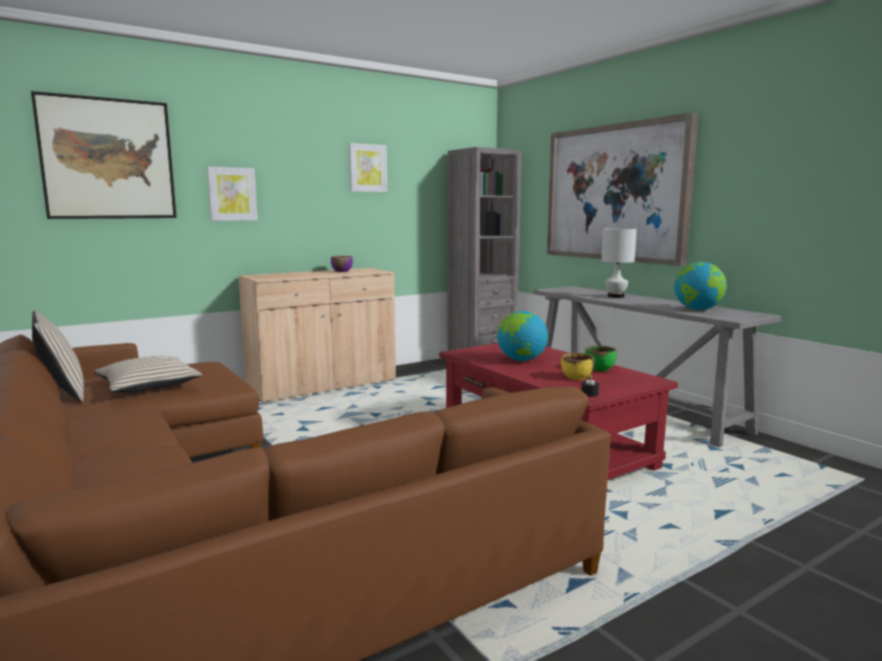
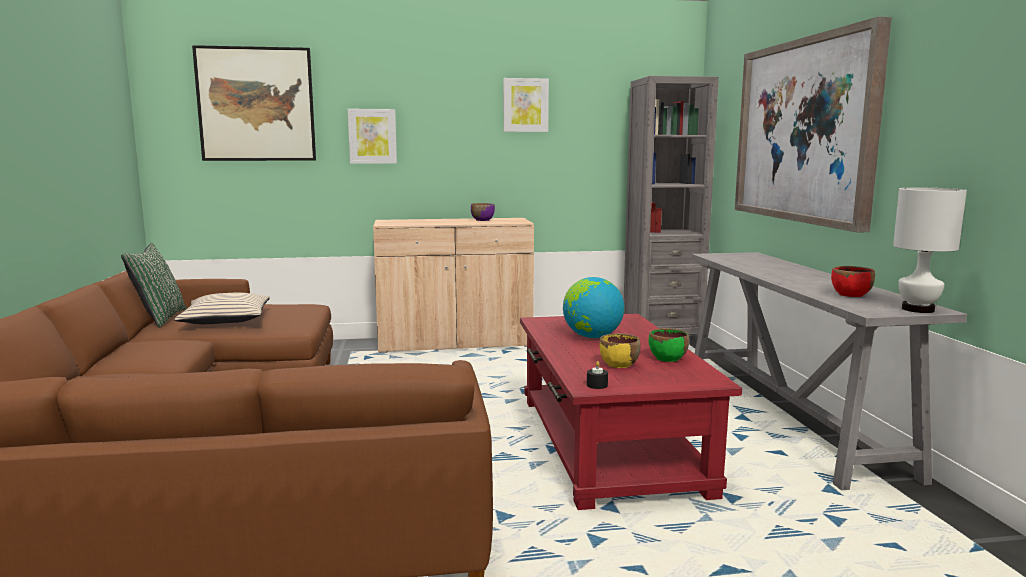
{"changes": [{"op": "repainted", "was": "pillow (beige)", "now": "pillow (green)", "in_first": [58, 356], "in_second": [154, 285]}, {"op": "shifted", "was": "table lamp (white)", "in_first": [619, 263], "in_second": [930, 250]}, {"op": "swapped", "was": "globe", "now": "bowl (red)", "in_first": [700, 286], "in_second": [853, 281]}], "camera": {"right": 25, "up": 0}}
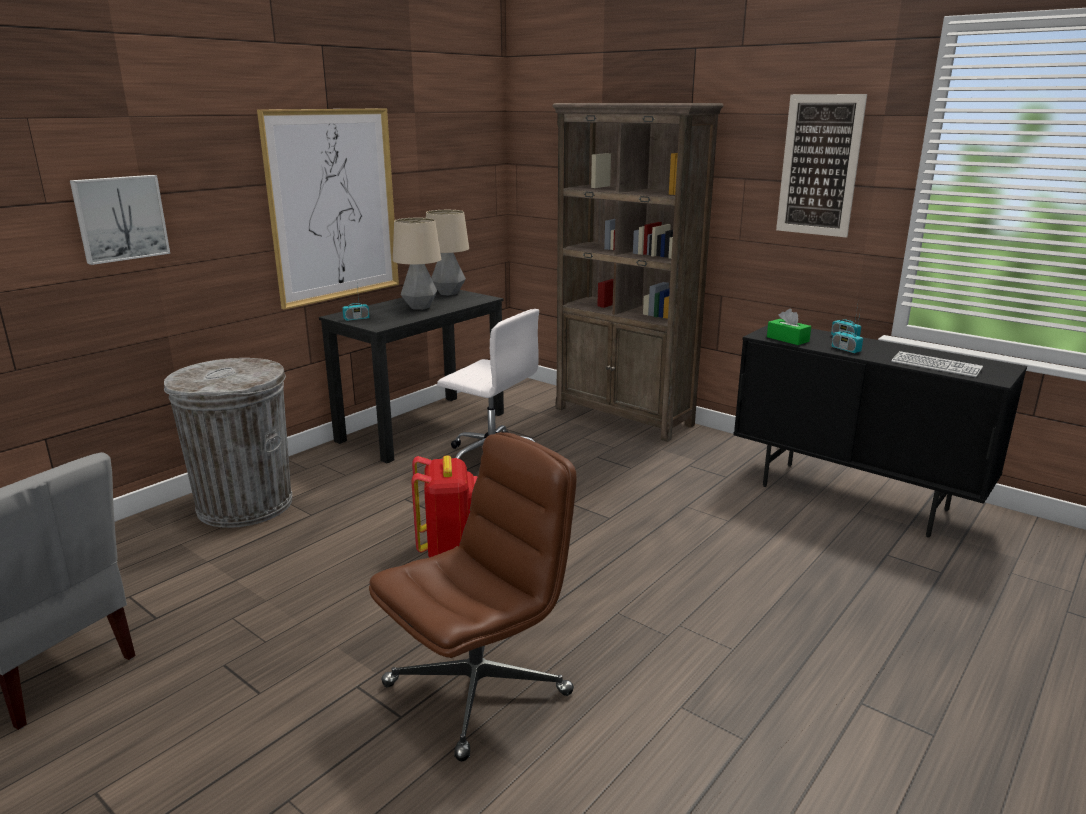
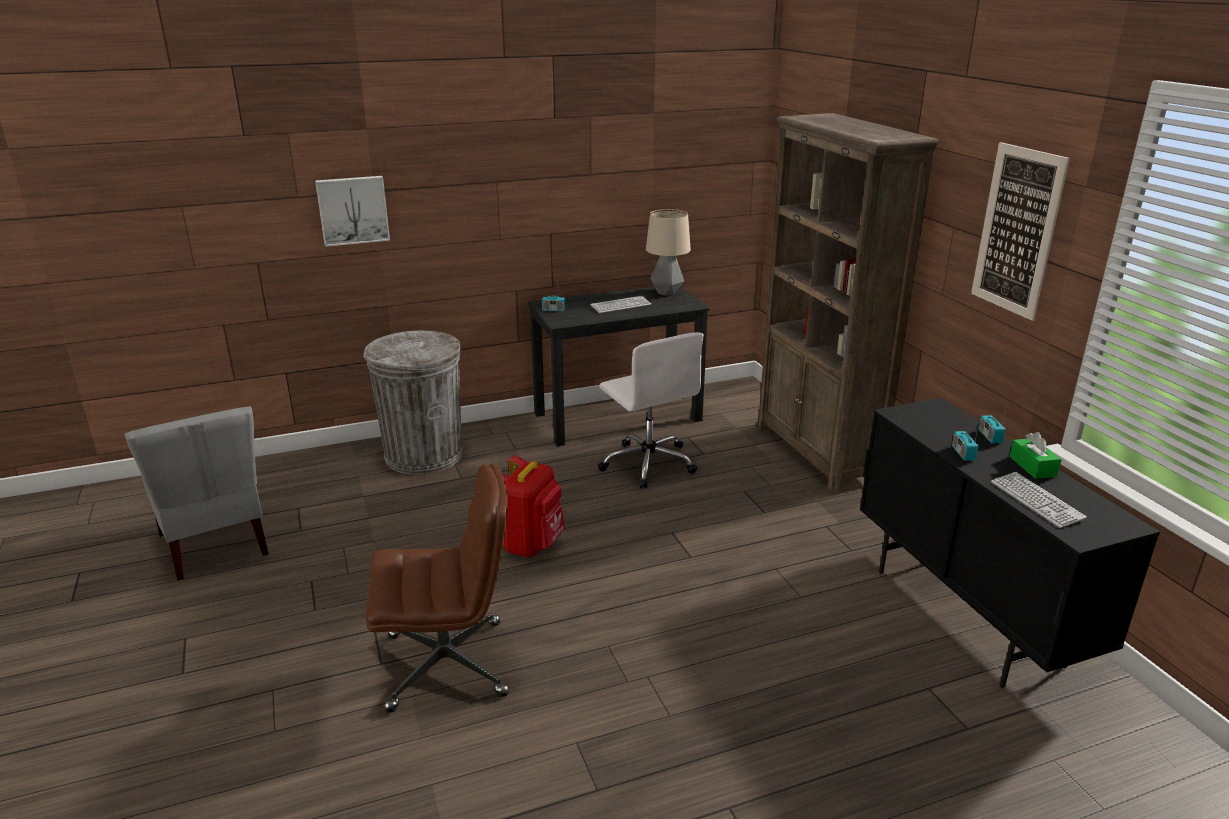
{"changes": [{"op": "gone", "was": "picture", "in_first": [328, 209]}, {"op": "swapped", "was": "table lamp", "now": "keyboard", "in_first": [417, 264], "in_second": [621, 304]}, {"op": "shifted", "was": "tissue box (green)", "in_first": [789, 327], "in_second": [1036, 455]}], "camera": {"right": 30, "up": 5}}
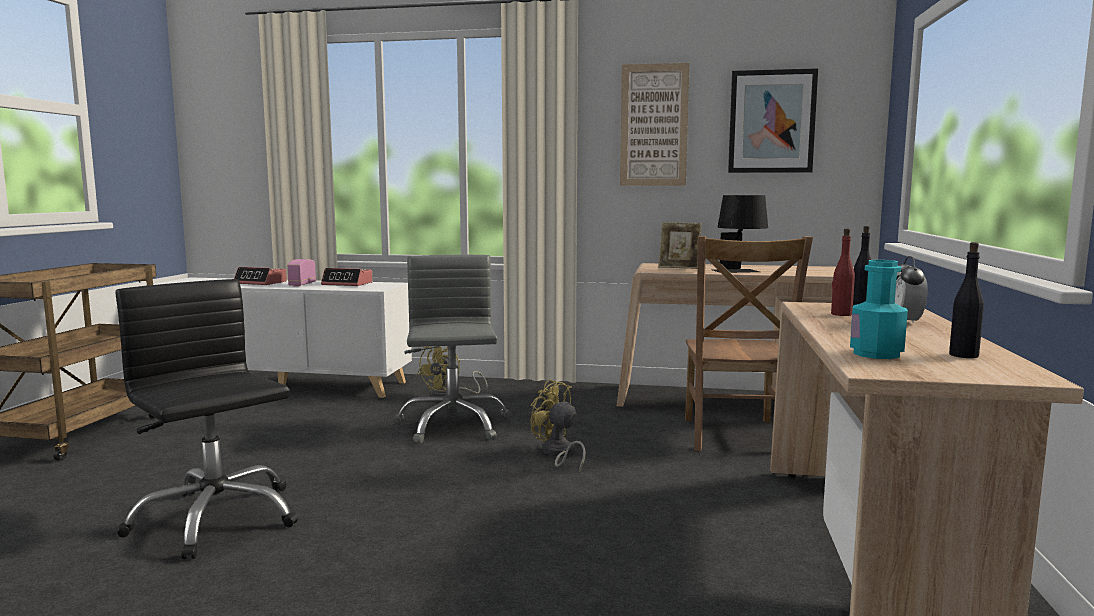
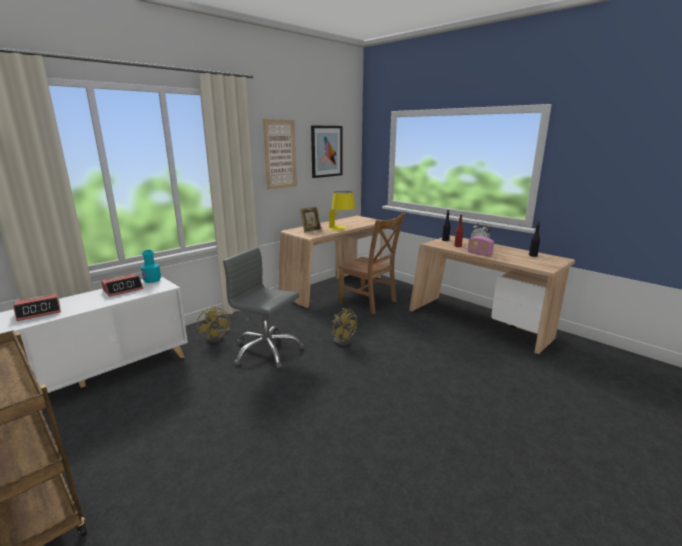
{"changes": [{"op": "gone", "was": "office chair (black)", "in_first": [206, 419]}, {"op": "shifted", "was": "radio", "in_first": [301, 273], "in_second": [481, 246]}, {"op": "rotated", "was": "fan (yellow)", "in_first": [557, 425], "in_second": [344, 327], "clockwise": -120}, {"op": "repainted", "was": "table lamp (black)", "now": "table lamp (yellow)", "in_first": [740, 234], "in_second": [341, 211]}, {"op": "shifted", "was": "bottle (turquoise)", "in_first": [879, 309], "in_second": [151, 266]}], "camera": {"right": -55, "up": 10}}
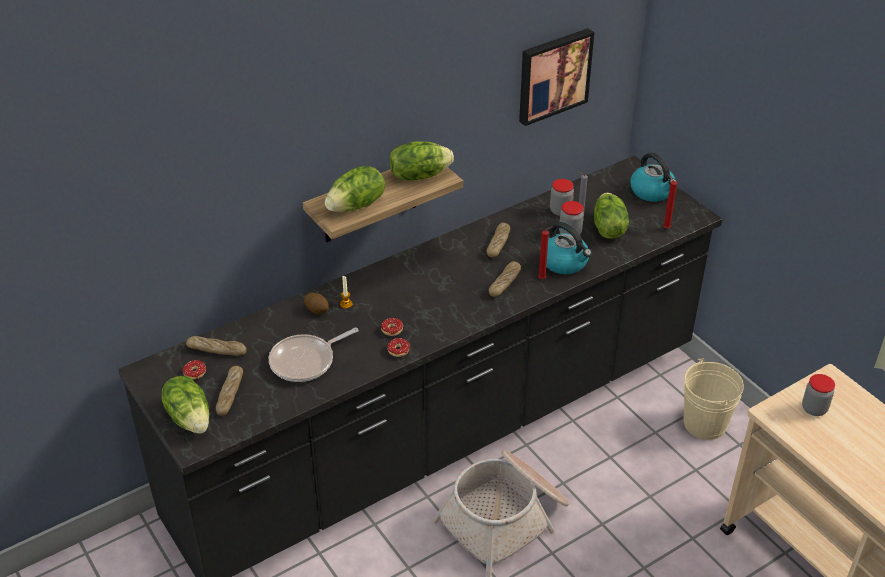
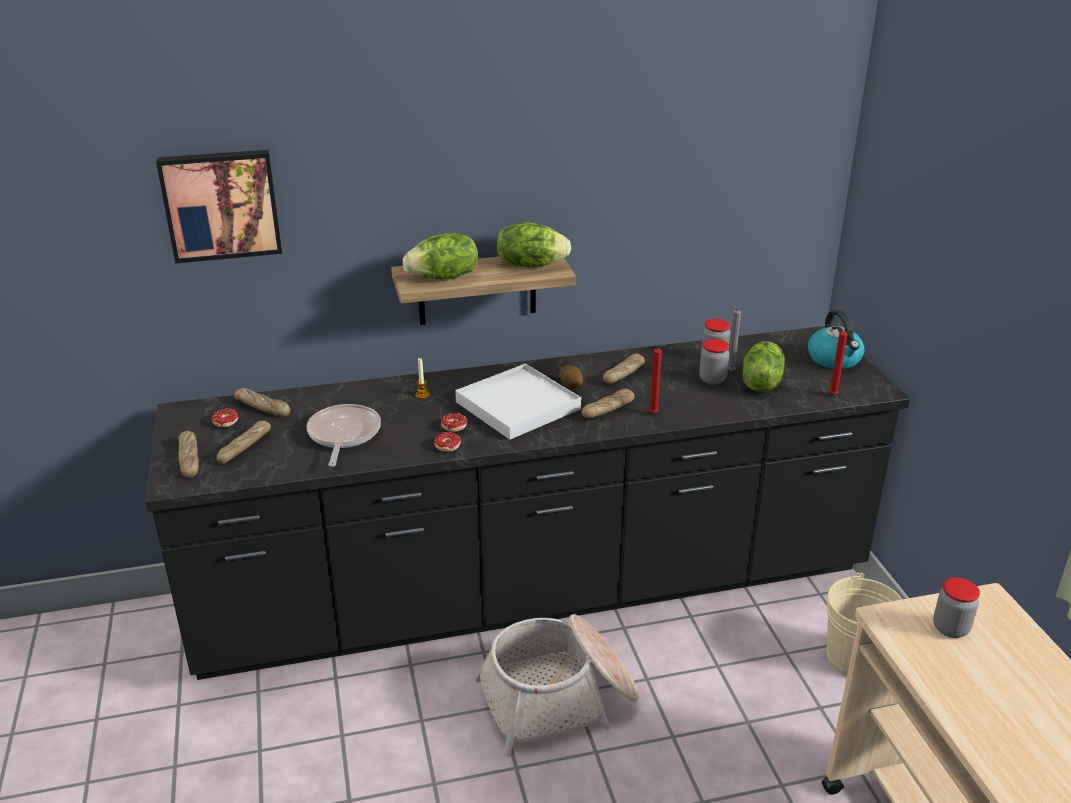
{"changes": [{"op": "swapped", "was": "lettuce", "now": "bread", "in_first": [185, 405], "in_second": [188, 454]}, {"op": "rotated", "was": "frying pan", "in_first": [313, 355], "in_second": [343, 435], "clockwise": 105}, {"op": "shifted", "was": "potato", "in_first": [316, 303], "in_second": [571, 376]}, {"op": "shifted", "was": "picture", "in_first": [556, 77], "in_second": [219, 207]}, {"op": "gone", "was": "kettle", "in_first": [569, 248]}, {"op": "new", "now": "tray (white)", "in_second": [518, 401]}], "camera": {"right": 20, "up": -10}}
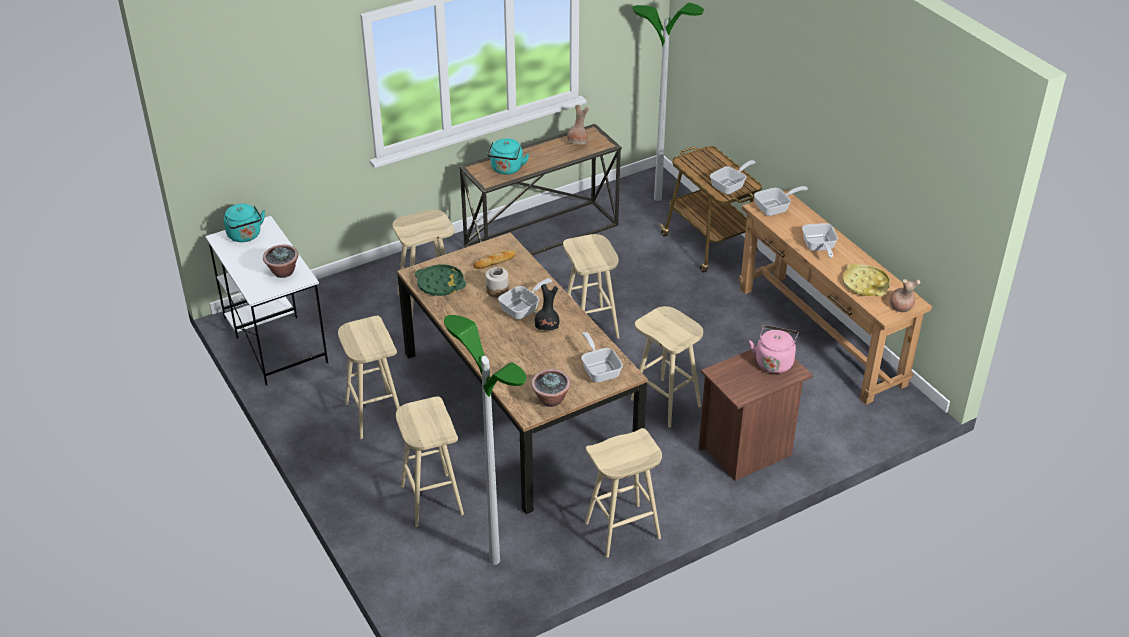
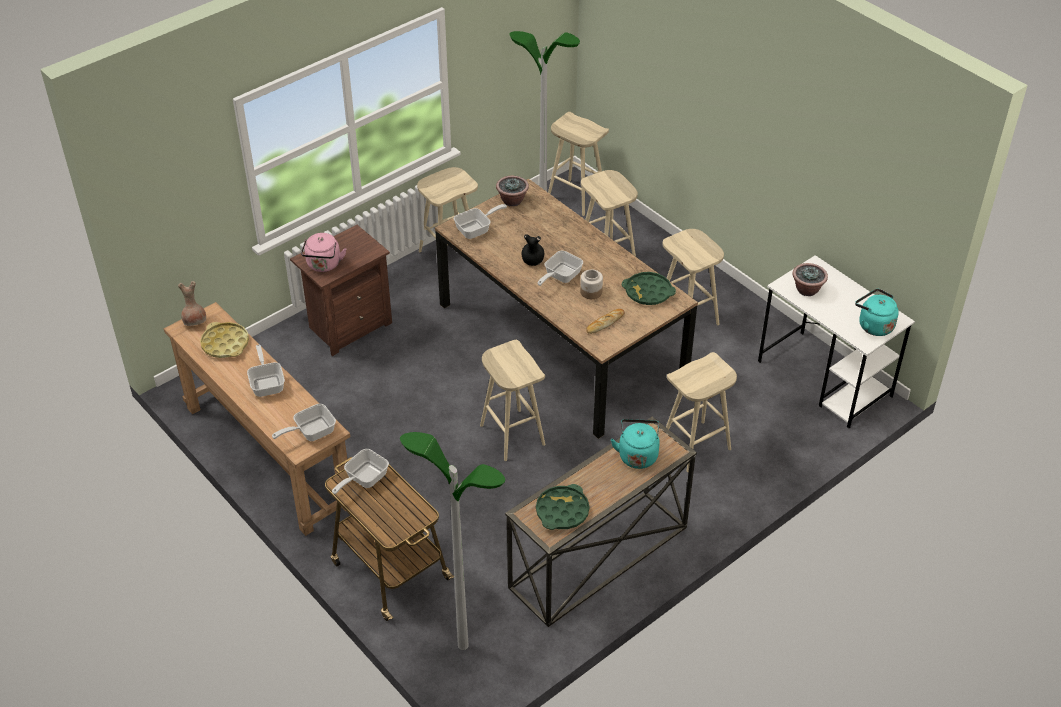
{"changes": [{"op": "swapped", "was": "vase (brown)", "now": "tray (green)", "in_first": [578, 124], "in_second": [563, 507]}, {"op": "rotated", "was": "frying pan", "in_first": [602, 357], "in_second": [480, 221], "clockwise": -90}, {"op": "shifted", "was": "stool (beige)", "in_first": [667, 367], "in_second": [578, 164]}], "camera": {"right": 170, "up": 5}}
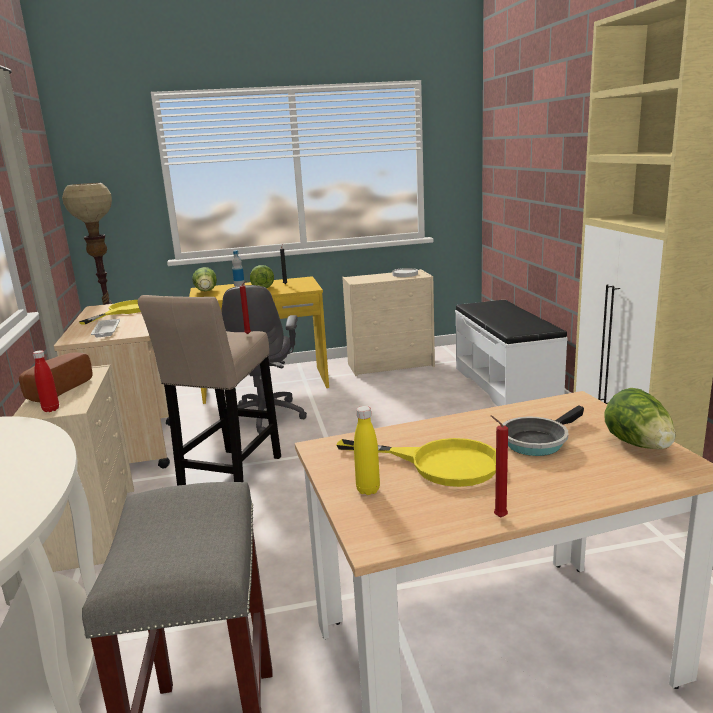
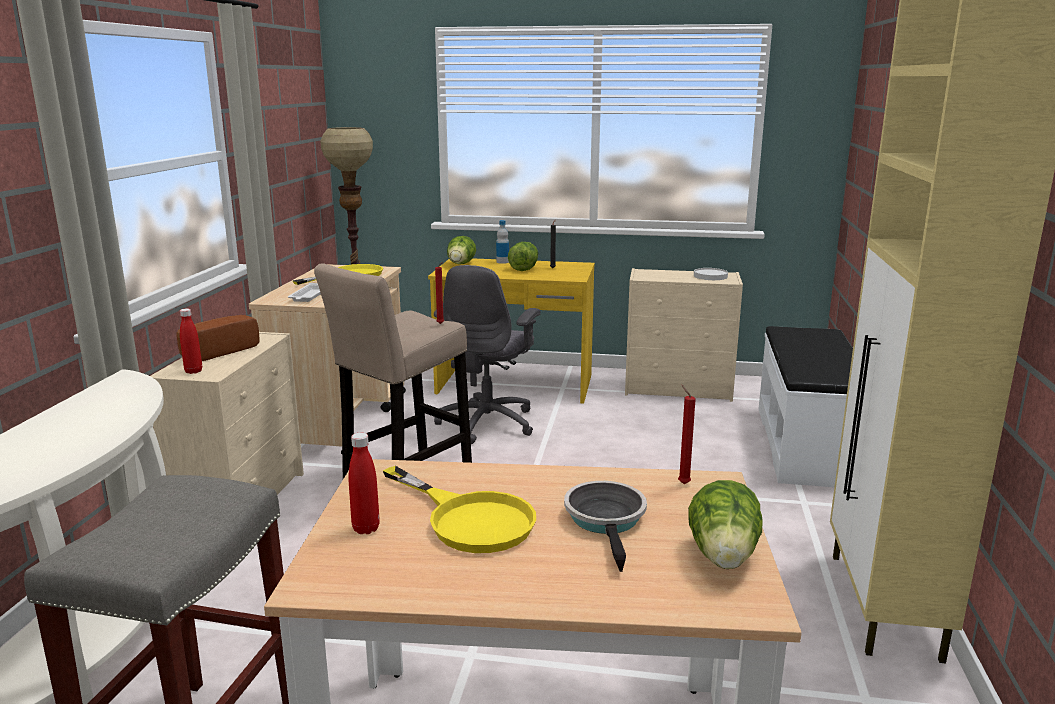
{"changes": [{"op": "repainted", "was": "bottle (yellow)", "now": "bottle (red)", "in_first": [367, 450], "in_second": [364, 483]}, {"op": "shifted", "was": "candle (red)", "in_first": [499, 466], "in_second": [686, 434]}, {"op": "rotated", "was": "frying pan", "in_first": [543, 430], "in_second": [605, 526], "clockwise": 105}], "camera": {"right": 20, "up": 0}}
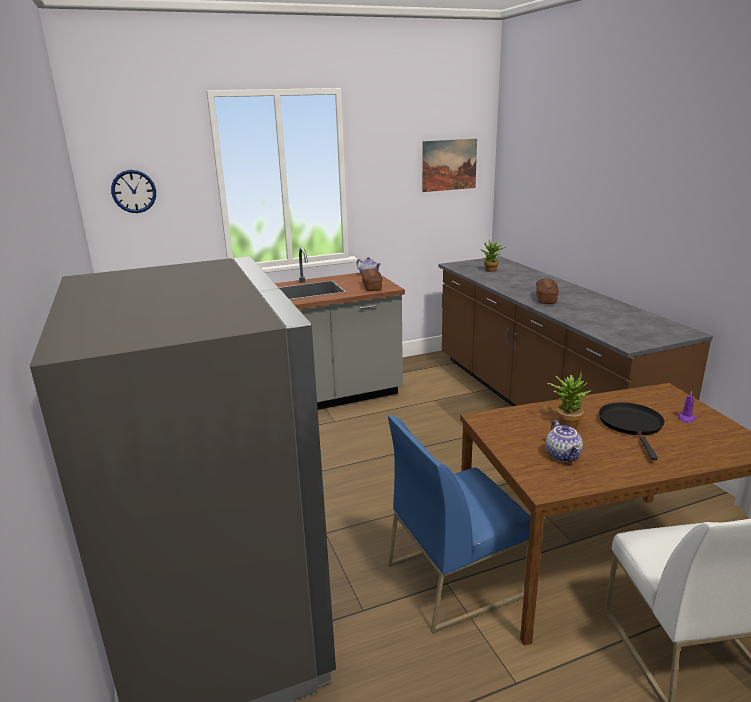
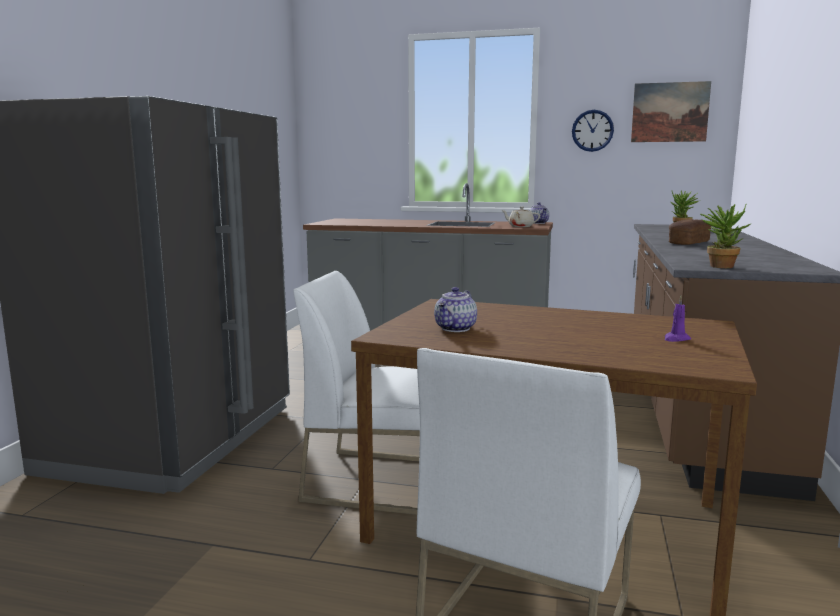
{"changes": [{"op": "shifted", "was": "wall clock", "in_first": [133, 191], "in_second": [593, 131]}, {"op": "swapped", "was": "bread", "now": "teapot (beige)", "in_first": [371, 280], "in_second": [520, 217]}, {"op": "repainted", "was": "chair (blue)", "now": "chair (white)", "in_first": [459, 524], "in_second": [356, 393]}, {"op": "shifted", "was": "potted plant", "in_first": [568, 401], "in_second": [725, 236]}, {"op": "gone", "was": "frying pan (black)", "in_first": [632, 431]}], "camera": {"right": 35, "up": -10}}
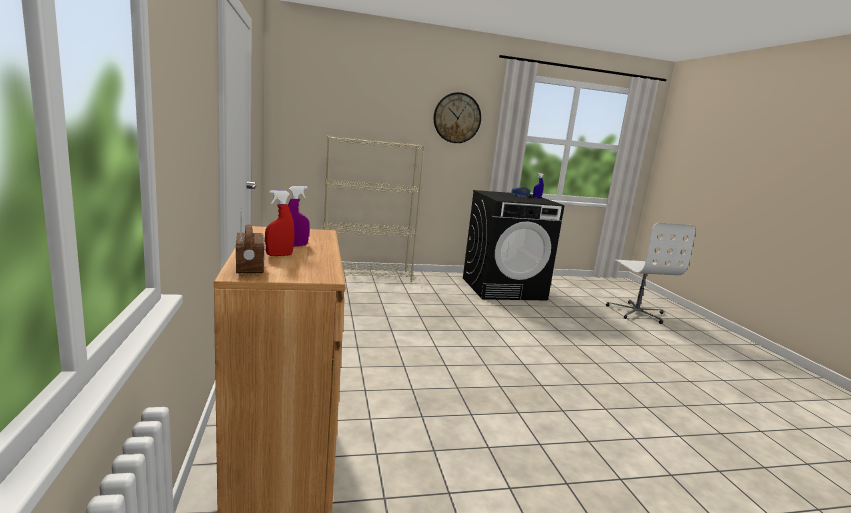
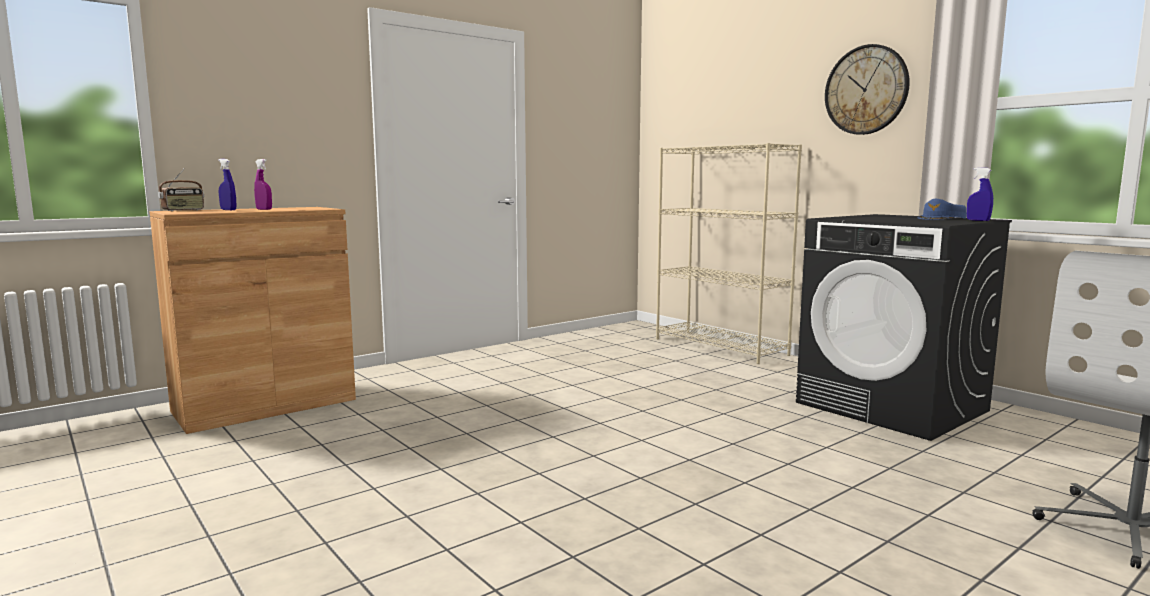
{"changes": [{"op": "repainted", "was": "spray bottle (red)", "now": "spray bottle (blue)", "in_first": [280, 223], "in_second": [227, 184]}], "camera": {"right": 65, "up": -5}}
